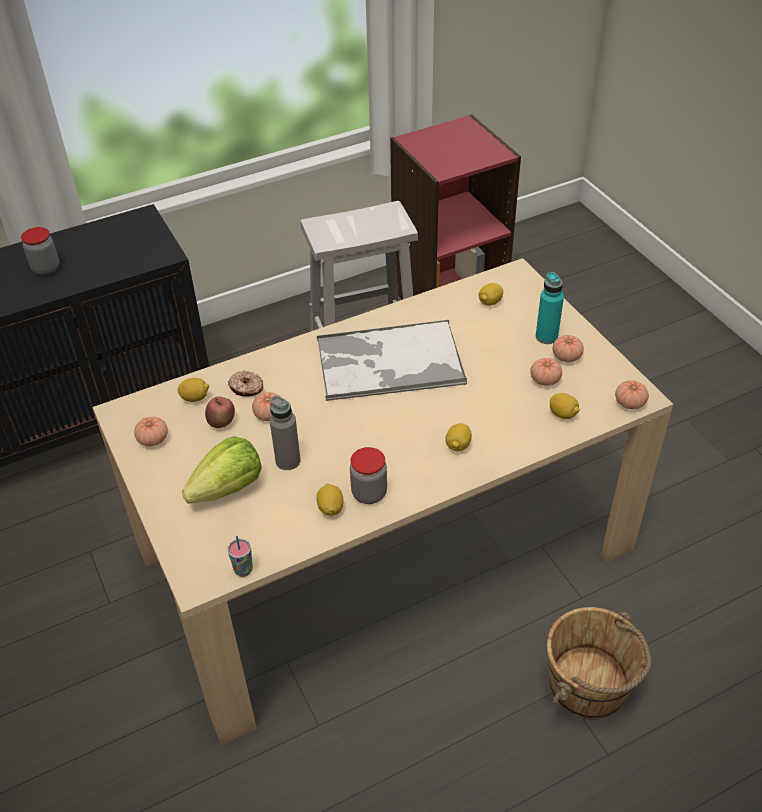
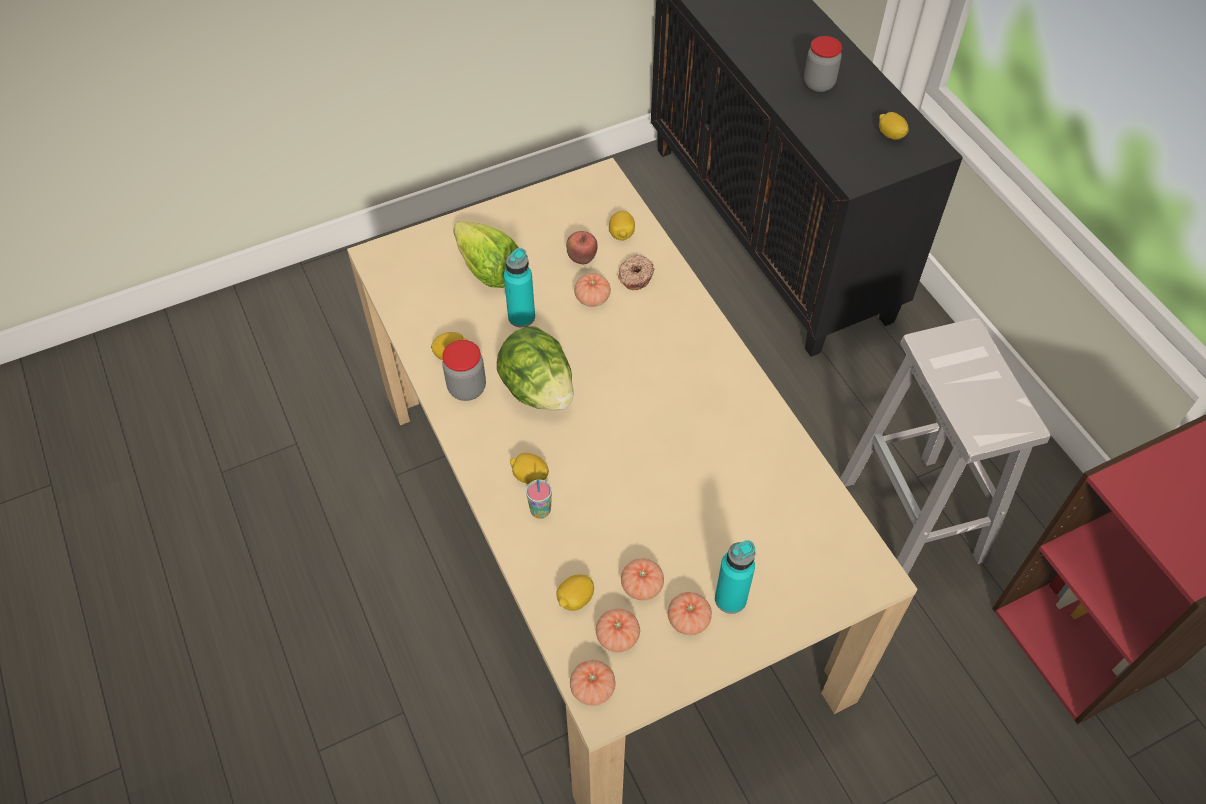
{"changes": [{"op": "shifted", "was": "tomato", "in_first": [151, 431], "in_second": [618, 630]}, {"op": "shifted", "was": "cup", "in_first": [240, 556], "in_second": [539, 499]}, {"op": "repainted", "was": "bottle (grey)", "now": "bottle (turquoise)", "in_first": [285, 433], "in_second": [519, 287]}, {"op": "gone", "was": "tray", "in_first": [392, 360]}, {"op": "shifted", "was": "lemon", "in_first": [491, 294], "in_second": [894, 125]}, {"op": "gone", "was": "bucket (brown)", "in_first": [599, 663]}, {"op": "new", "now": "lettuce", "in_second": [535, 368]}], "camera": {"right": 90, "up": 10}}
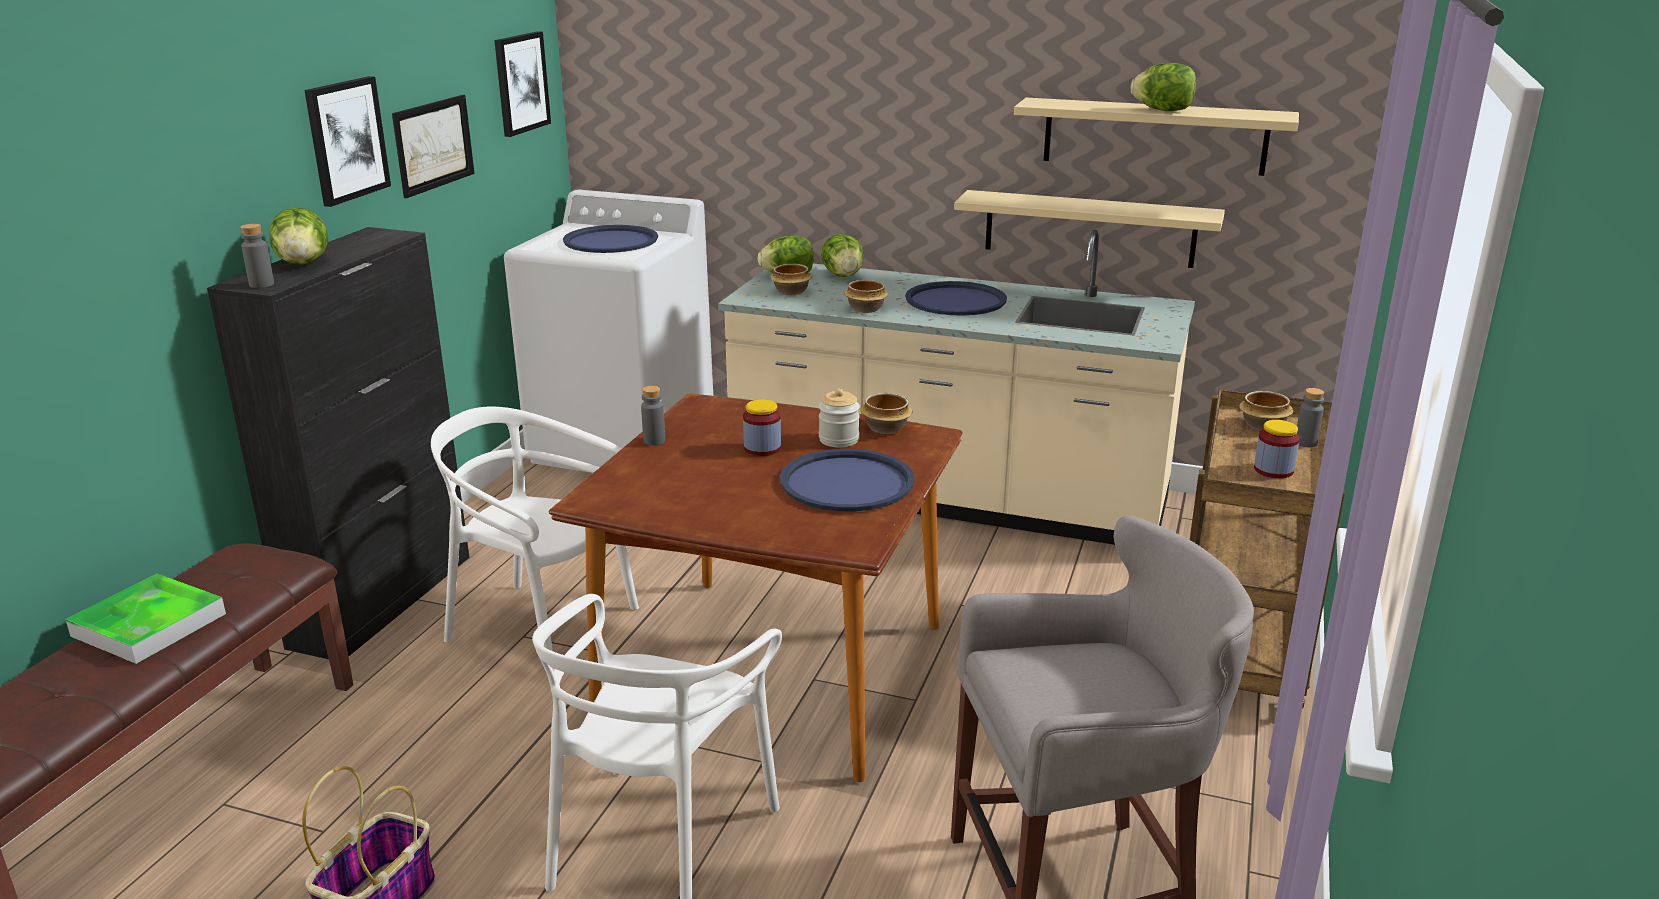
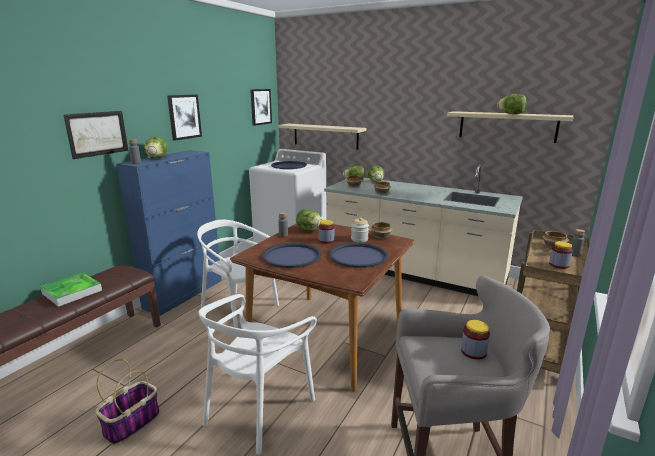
{"changes": [{"op": "repainted", "was": "cabinet (black)", "now": "cabinet (blue)", "in_first": [338, 443], "in_second": [169, 233]}, {"op": "shifted", "was": "picture", "in_first": [433, 146], "in_second": [95, 135]}, {"op": "shifted", "was": "tray (blue)", "in_first": [956, 298], "in_second": [291, 255]}, {"op": "shifted", "was": "shelf (beige)", "in_first": [1089, 229], "in_second": [322, 137]}, {"op": "new", "now": "lettuce", "in_second": [309, 220]}, {"op": "new", "now": "jar", "in_second": [475, 340]}], "camera": {"right": 10, "up": -5}}
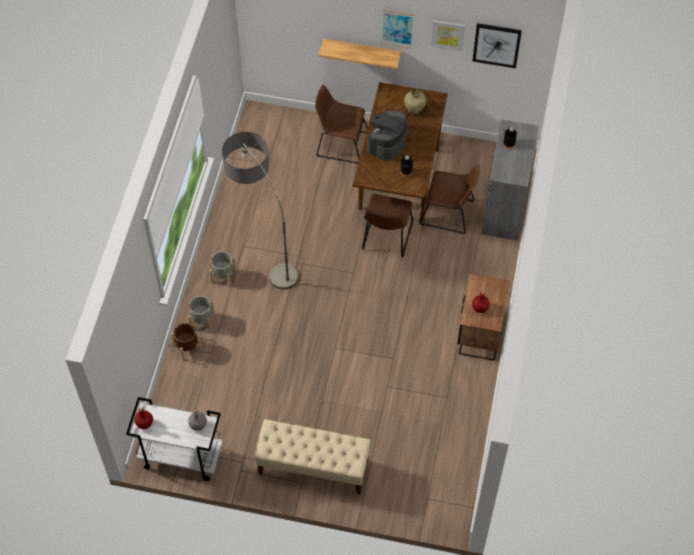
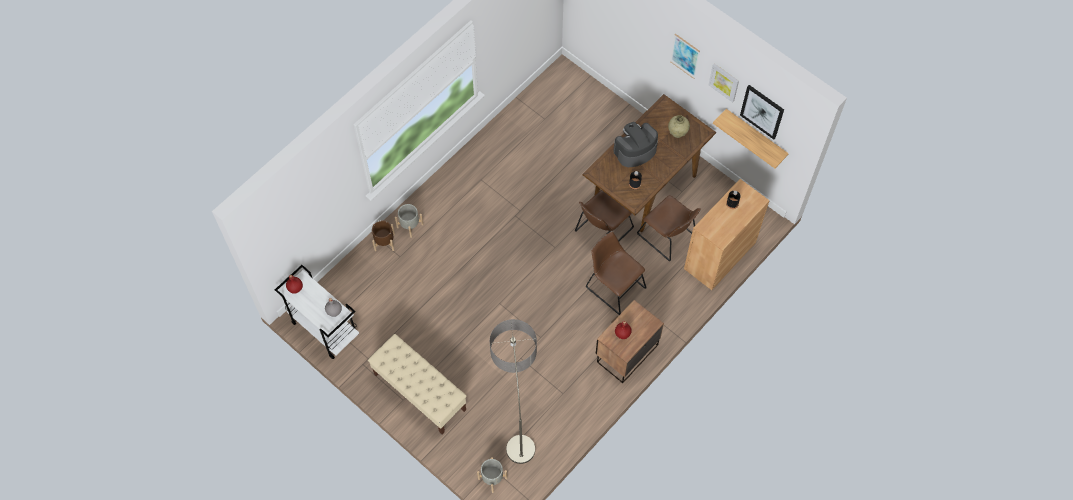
{"changes": [{"op": "shifted", "was": "planter (grey)", "in_first": [223, 269], "in_second": [492, 475]}, {"op": "shifted", "was": "floor lamp", "in_first": [260, 210], "in_second": [513, 391]}, {"op": "shifted", "was": "chair (brown)", "in_first": [341, 124], "in_second": [616, 273]}, {"op": "shifted", "was": "shelf", "in_first": [360, 54], "in_second": [751, 138]}, {"op": "repainted", "was": "cabinet (grey)", "now": "cabinet (brown)", "in_first": [510, 180], "in_second": [727, 234]}], "camera": {"right": 30, "up": 5}}
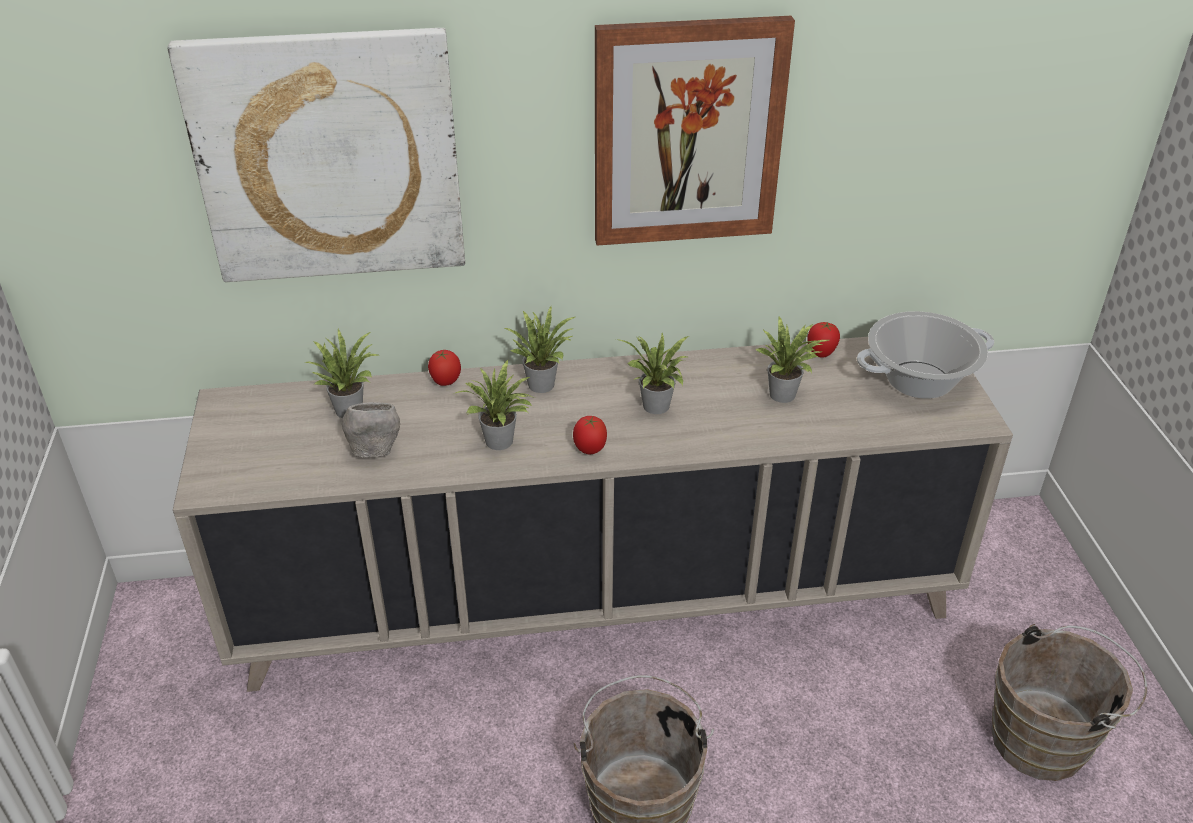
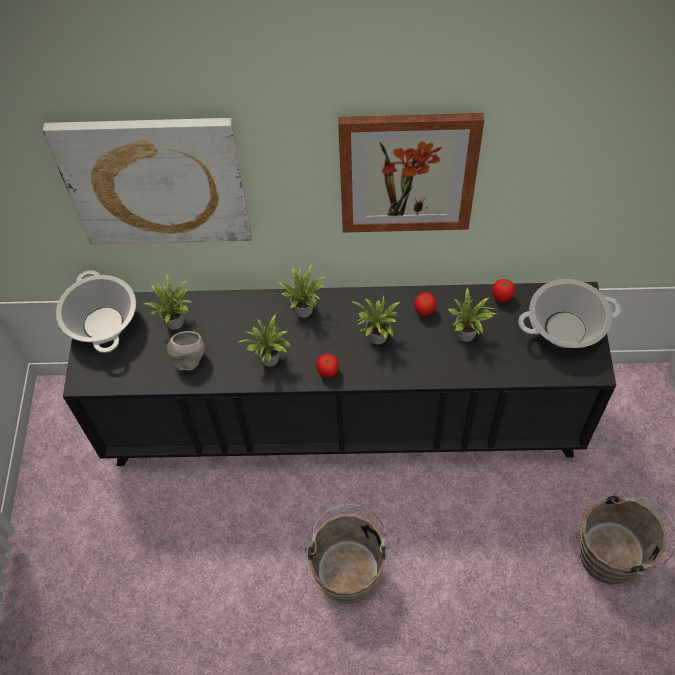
{"changes": [{"op": "repainted", "was": "cabinet (beige)", "now": "cabinet (black)", "in_first": [593, 514], "in_second": [339, 374]}, {"op": "shifted", "was": "tomato", "in_first": [444, 368], "in_second": [425, 304]}, {"op": "new", "now": "cooking pot", "in_second": [96, 311]}], "camera": {"right": 10, "up": 20}}
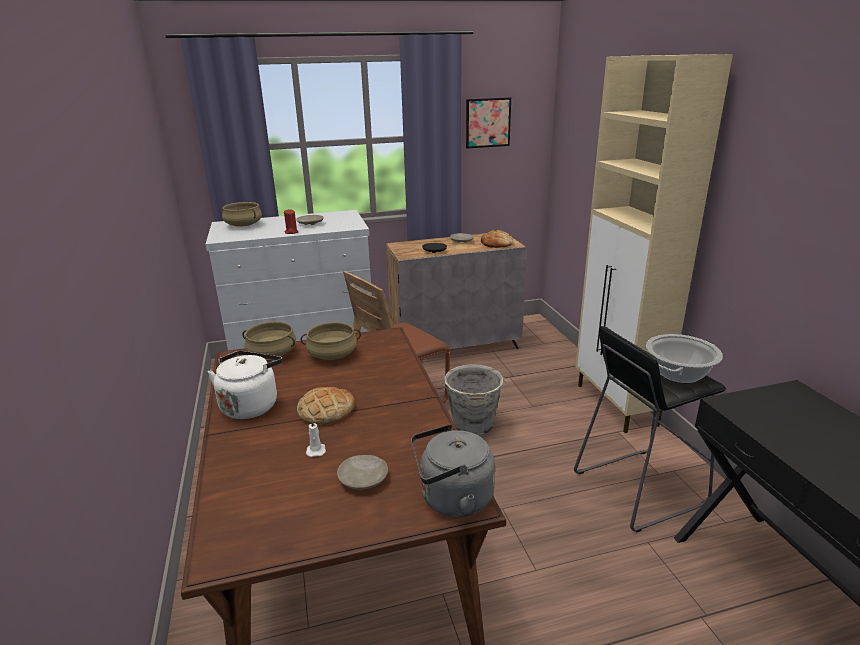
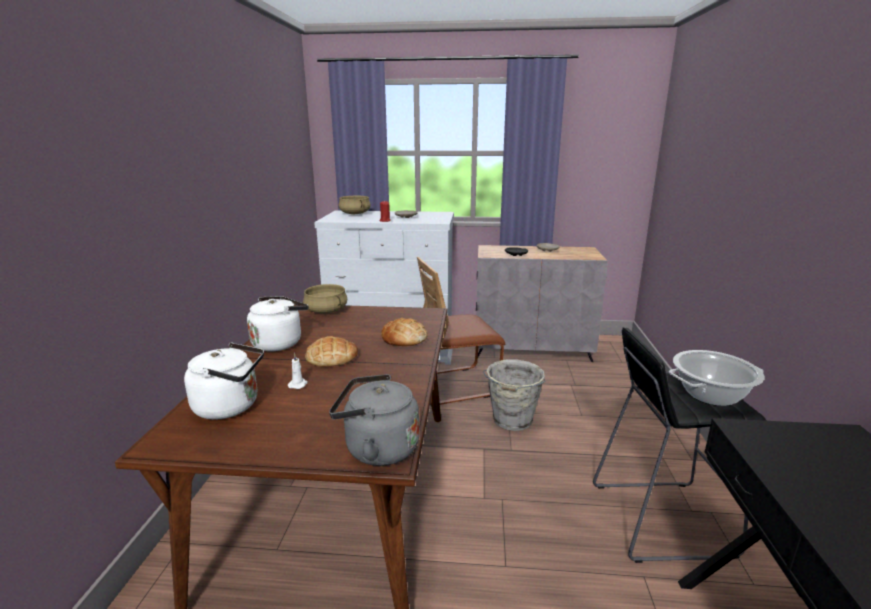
{"changes": [{"op": "gone", "was": "cooking pot (beige)", "in_first": [331, 341]}, {"op": "gone", "was": "plate (beige)", "in_first": [362, 472]}, {"op": "gone", "was": "picture", "in_first": [488, 122]}, {"op": "shifted", "was": "bread", "in_first": [497, 239], "in_second": [404, 332]}, {"op": "gone", "was": "cabinet (beige)", "in_first": [654, 243]}, {"op": "new", "now": "kettle (white)", "in_second": [224, 381]}], "camera": {"right": 20, "up": -5}}
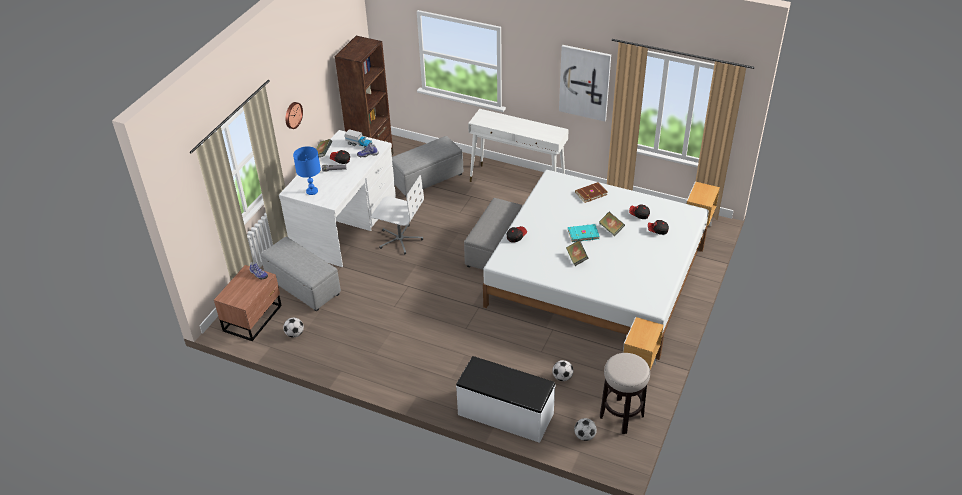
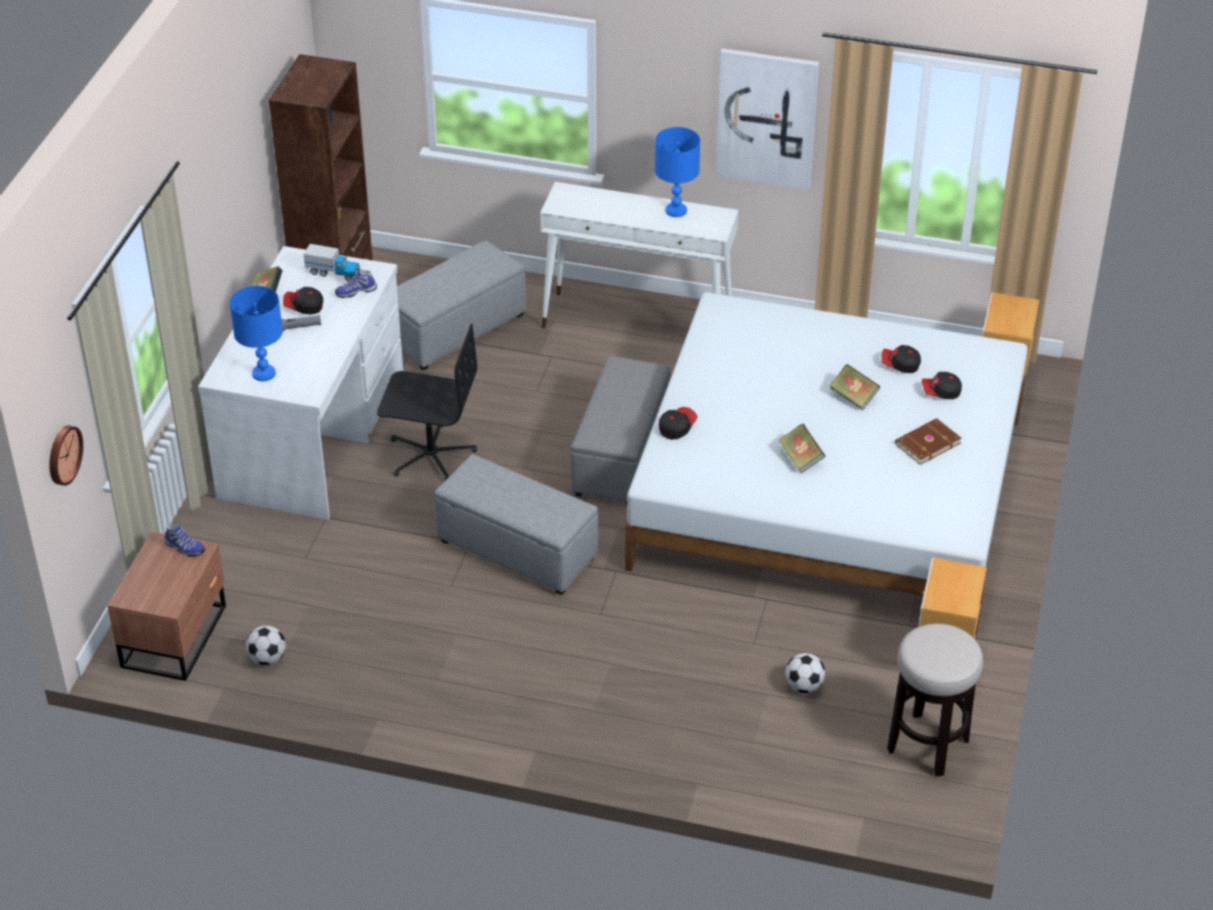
{"changes": [{"op": "shifted", "was": "ottoman (grey)", "in_first": [301, 274], "in_second": [516, 524]}, {"op": "shifted", "was": "wall clock", "in_first": [294, 115], "in_second": [66, 455]}, {"op": "repainted", "was": "office chair (white)", "now": "office chair (black)", "in_first": [397, 214], "in_second": [427, 402]}, {"op": "gone", "was": "bench (white)", "in_first": [506, 399]}, {"op": "gone", "was": "book (turquoise)", "in_first": [584, 233]}, {"op": "gone", "was": "football", "in_first": [585, 429]}, {"op": "shifted", "was": "book (brown)", "in_first": [591, 192], "in_second": [928, 441]}, {"op": "new", "now": "table lamp (blue)", "in_second": [677, 172]}], "camera": {"right": -10, "up": 0}}
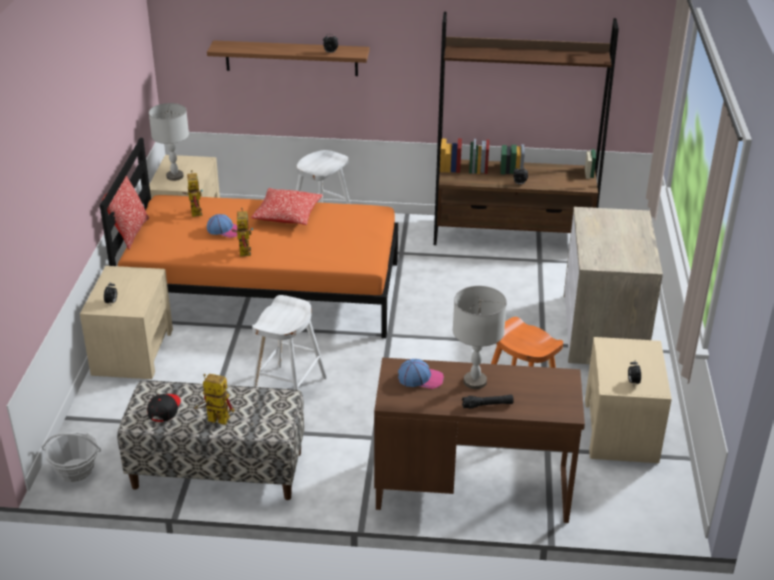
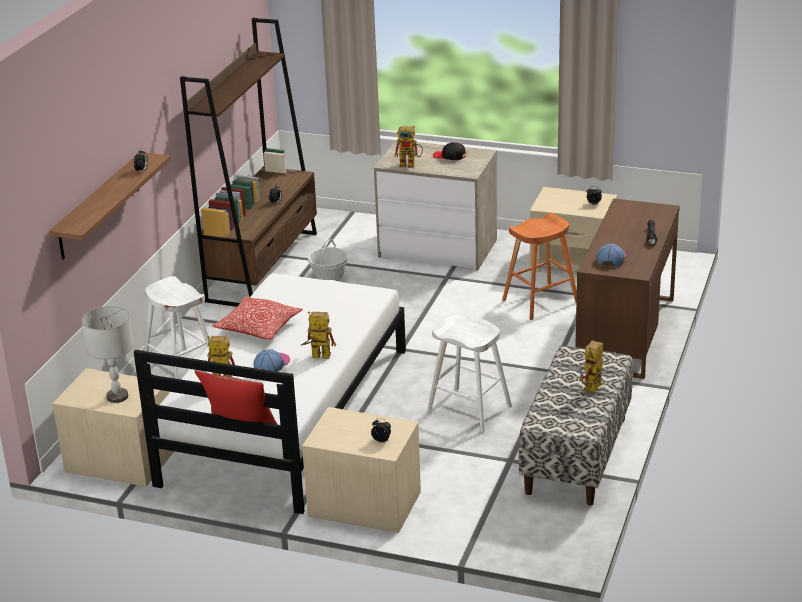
{"changes": [{"op": "shifted", "was": "basket", "in_first": [71, 457], "in_second": [328, 260]}, {"op": "repainted", "was": "bed (orange)", "now": "bed (white)", "in_first": [249, 238], "in_second": [270, 393]}, {"op": "shifted", "was": "cap (black)", "in_first": [164, 408], "in_second": [449, 151]}, {"op": "gone", "was": "table lamp (grey)", "in_first": [480, 337]}, {"op": "new", "now": "toy robot", "in_second": [408, 147]}], "camera": {"right": -75, "up": -5}}
